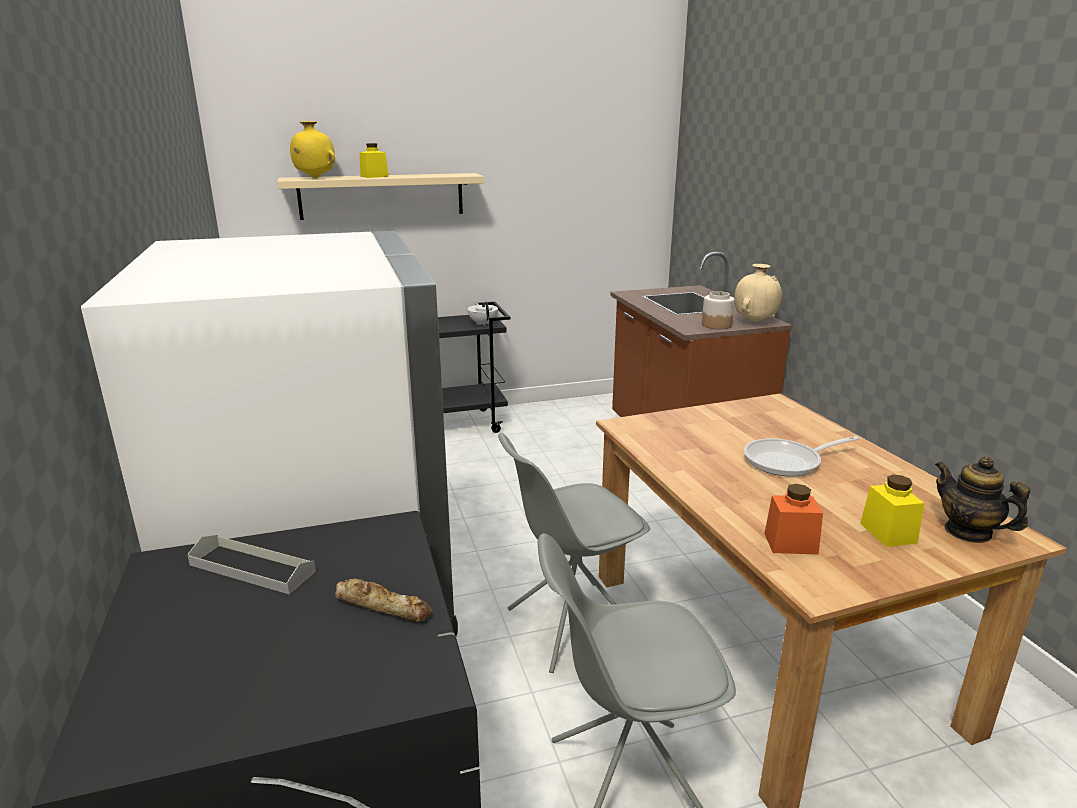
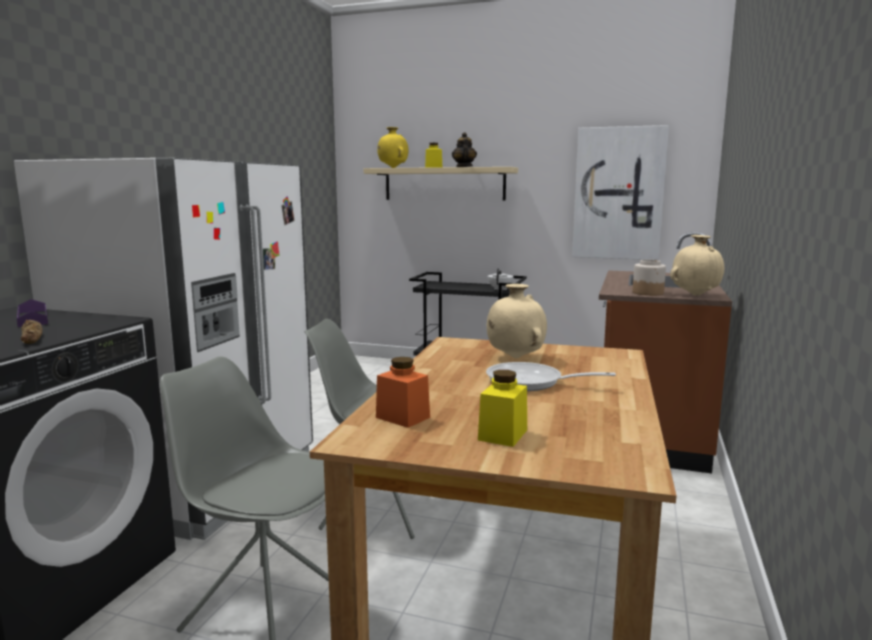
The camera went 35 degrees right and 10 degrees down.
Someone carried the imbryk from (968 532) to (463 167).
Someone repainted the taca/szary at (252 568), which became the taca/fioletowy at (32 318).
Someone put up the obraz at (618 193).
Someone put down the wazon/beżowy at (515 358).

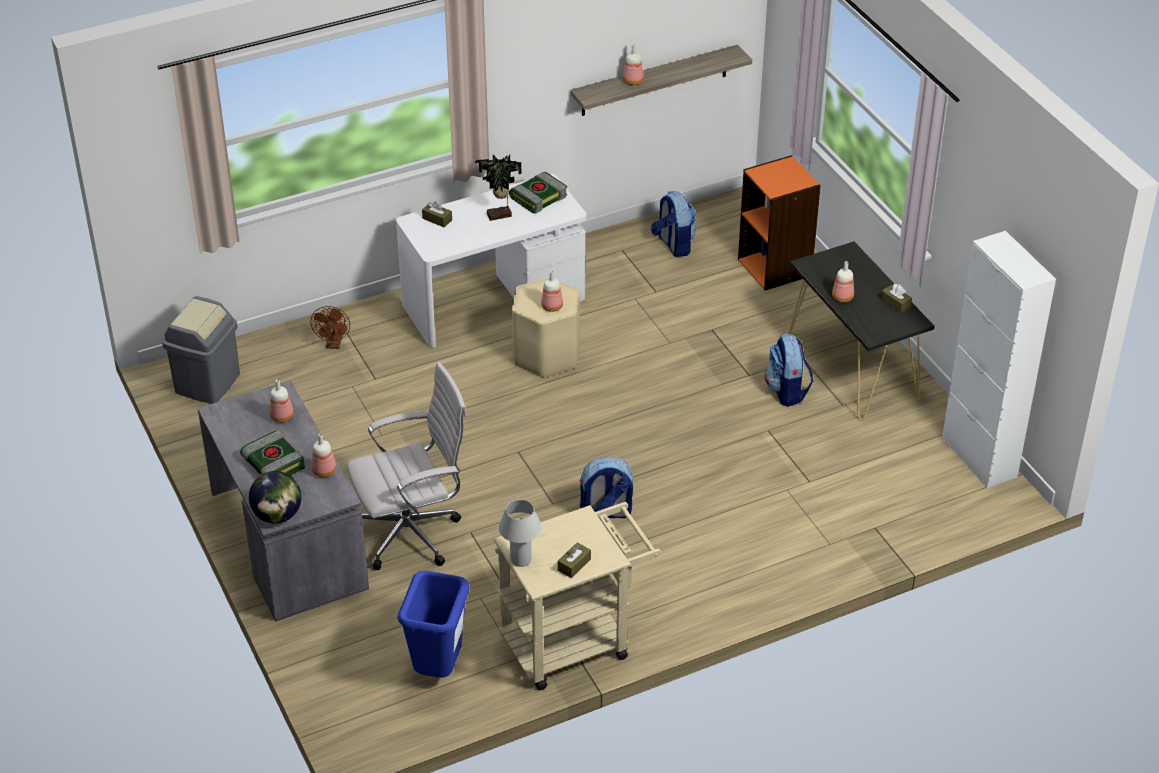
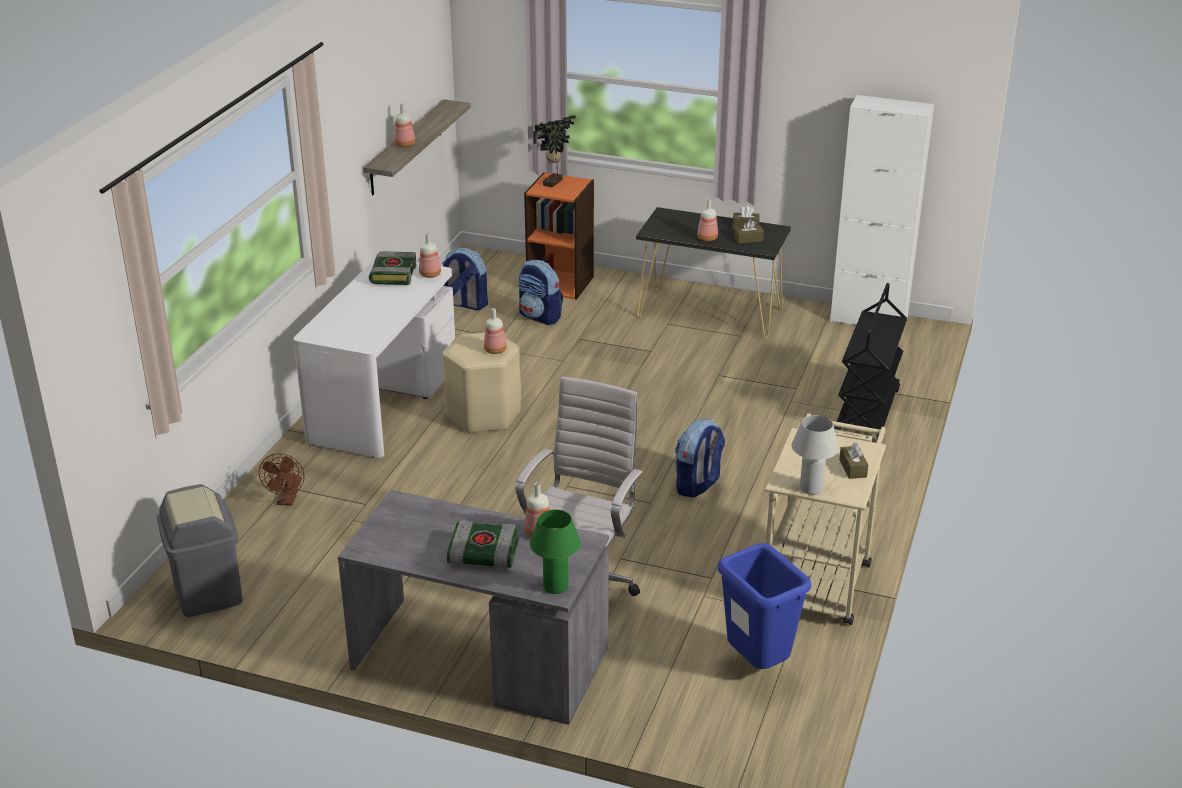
The camera went 45 degrees left and 10 degrees down.
Someone carried the roślina doniczkowa from (500 216) to (554 182).
Someone carried the pudełko chusteczek/brązowy from (437 219) to (748 239).
Someone rotated the wentylator/brązowy at (334 344) by 45 degrees clockwise.
Someone carried the plecak from (787 391) to (540 316).
Someone carried the butelka from (283 417) to (430 274).
Someone swapped the globus at (277 515) for the lampa stołowa/zielony at (555 587).
Someone put down the wózek/czarny at (867 414).

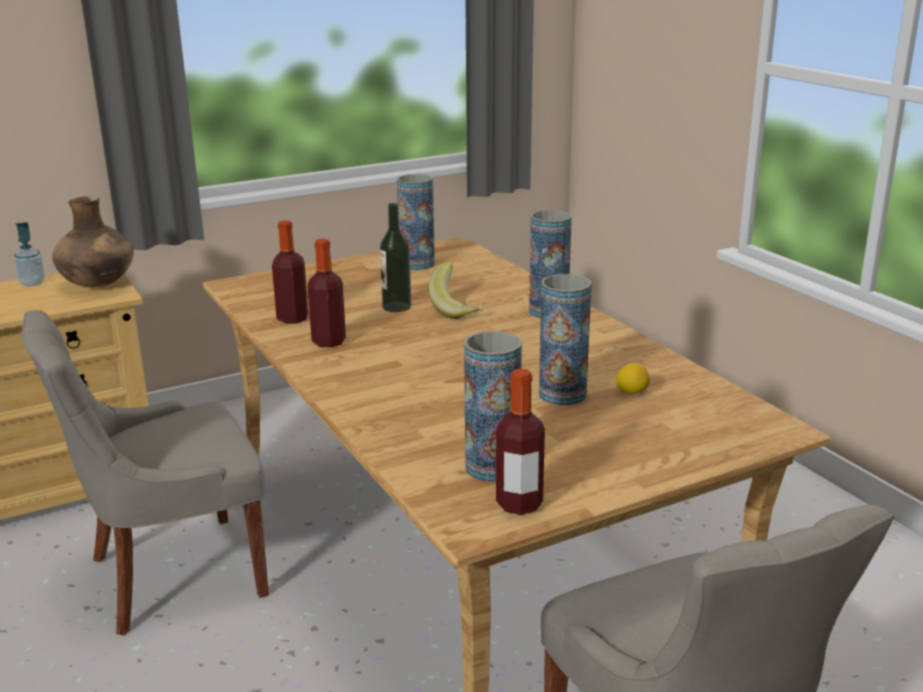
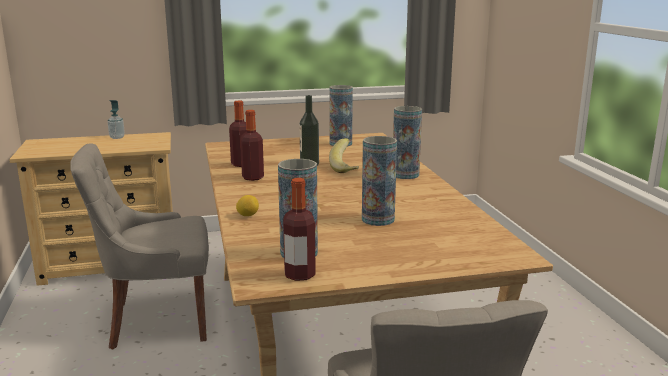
The camera went 15 degrees right and 5 degrees down.
Someone took away the wazon/brązowy at (98 285).
Someone carried the cytryna from (632 392) to (248 215).

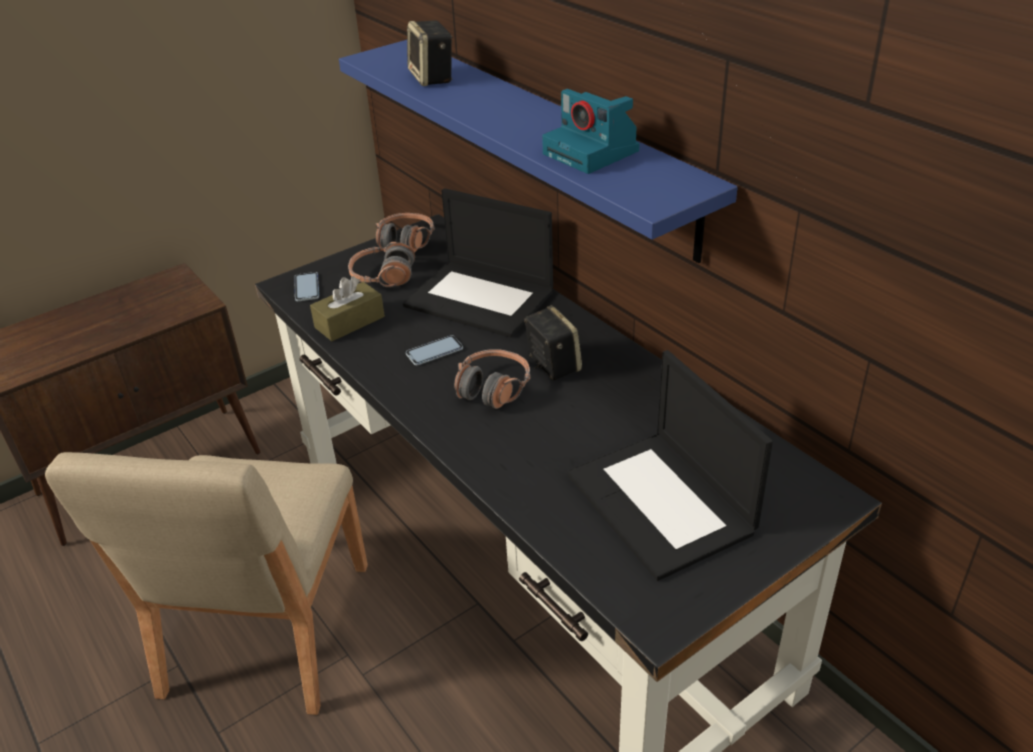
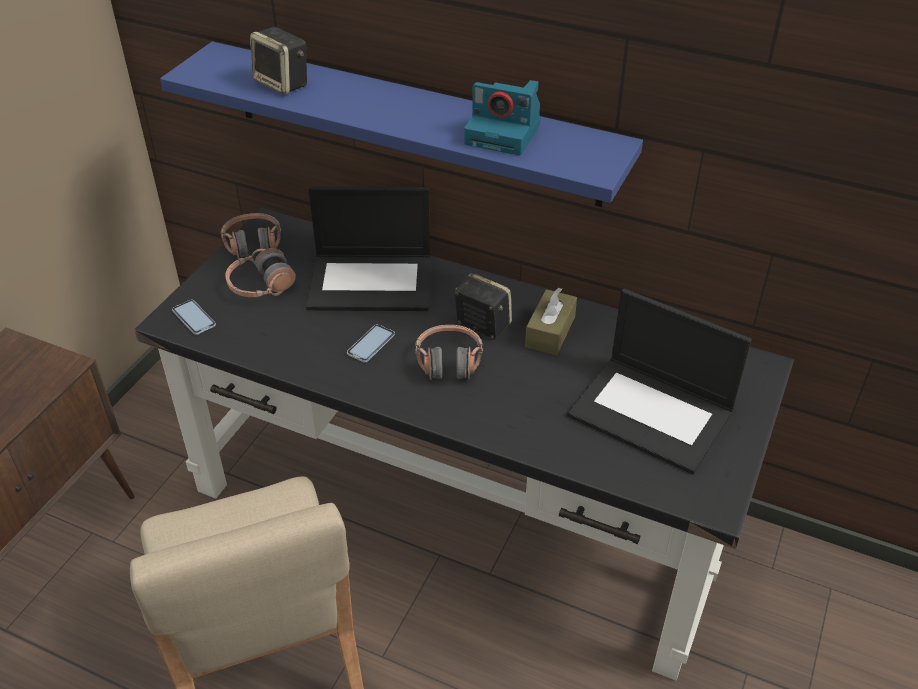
The camera went 30 degrees left and 5 degrees up.
Someone carried the pudełko chusteczek/brązowy from (349 322) to (550 332).

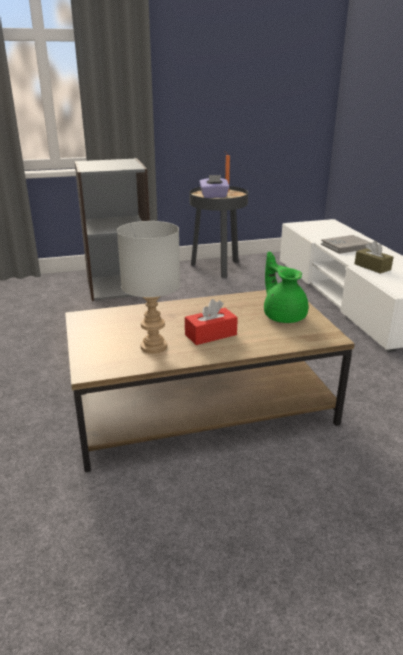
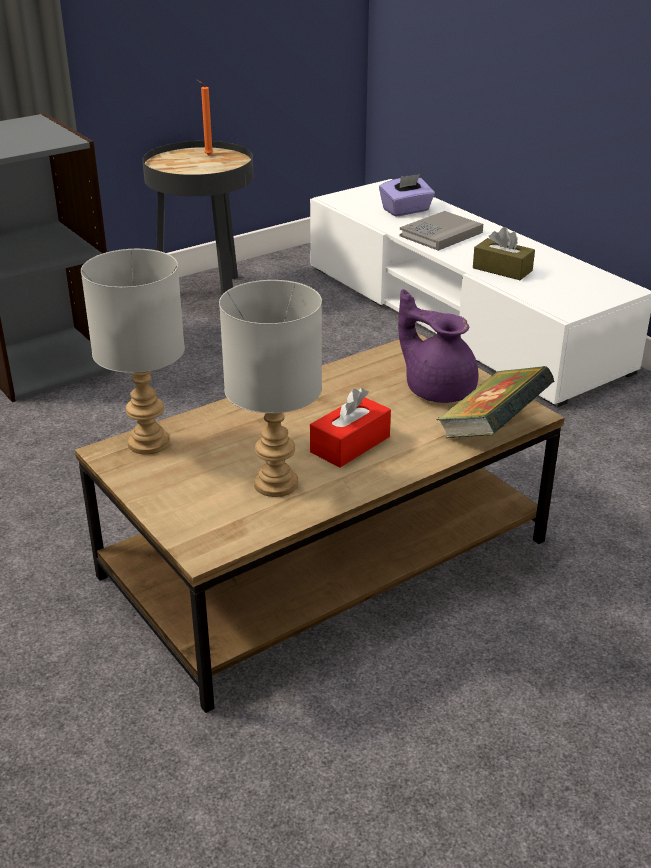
The camera went 20 degrees left and 5 degrees up.
Someone carried the pudełko chusteczek/fioletowy from (214 196) to (406 210).
Someone repainted the imbryk/zielony at (283 316), which became the imbryk/fioletowy at (438 389).
Someone put down the lampa stołowa/szary at (148 444).
Someone put down the książka at (492 430).

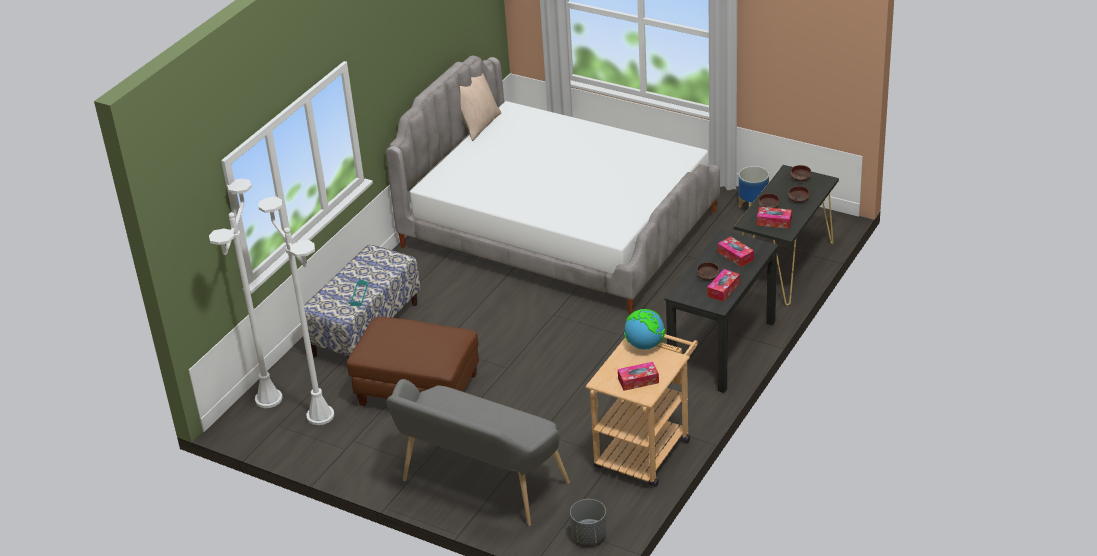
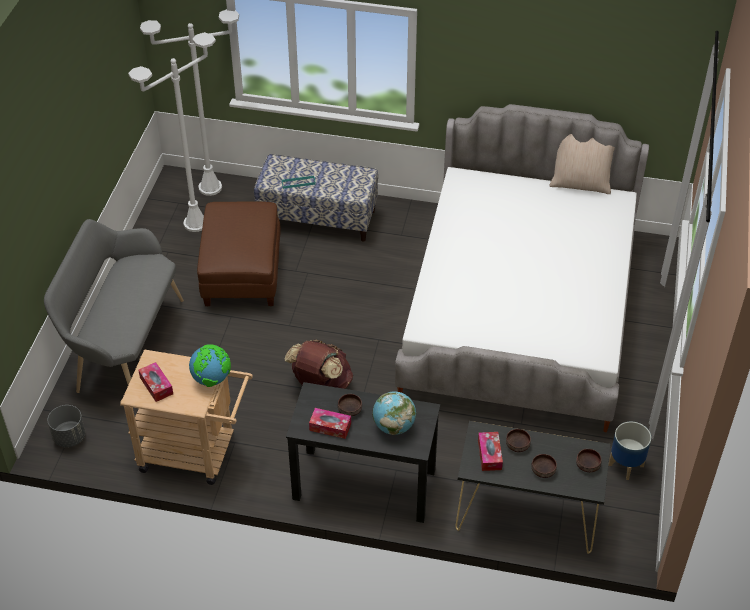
The camera went 70 degrees right and 10 degrees up.
Someone swapped the pudełko chusteczek at (735 256) for the globus at (394 426).
Someone put down the plecak/brązowy at (321 384).

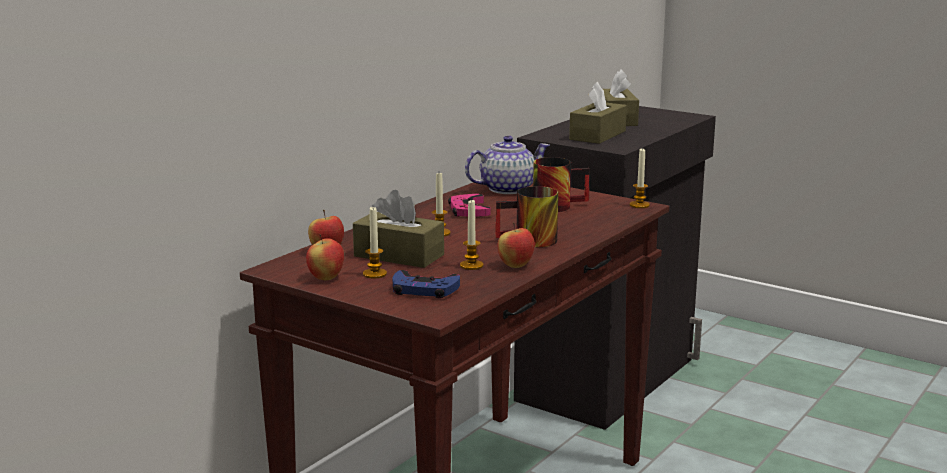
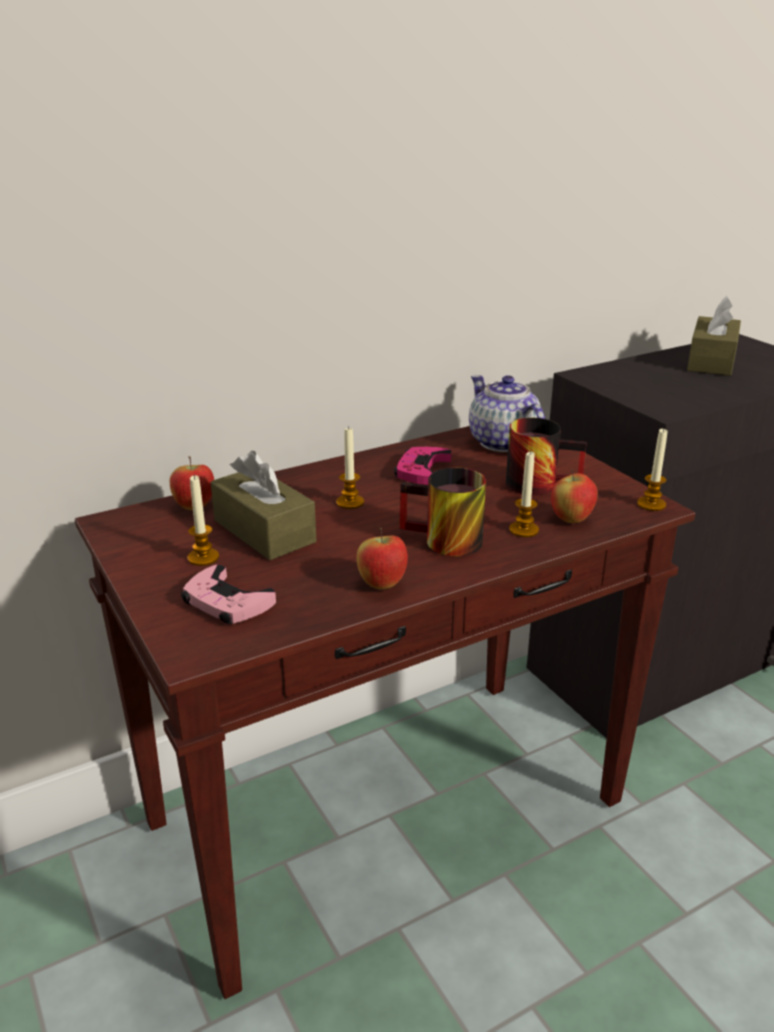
The camera went 25 degrees right and 10 degrees up.
Someone took away the pudełko chusteczek/brązowy at (597 135).
Someone rotated the imbryk at (506 189) by 120 degrees counterclockwise.
Someone carried the świeca from (471 265) to (524 530).
Someone carried the jabłko from (326 278) to (571 519).
Someone repainted the pad do gier/niebieski at (424 290), which became the pad do gier/różowy at (226 602).

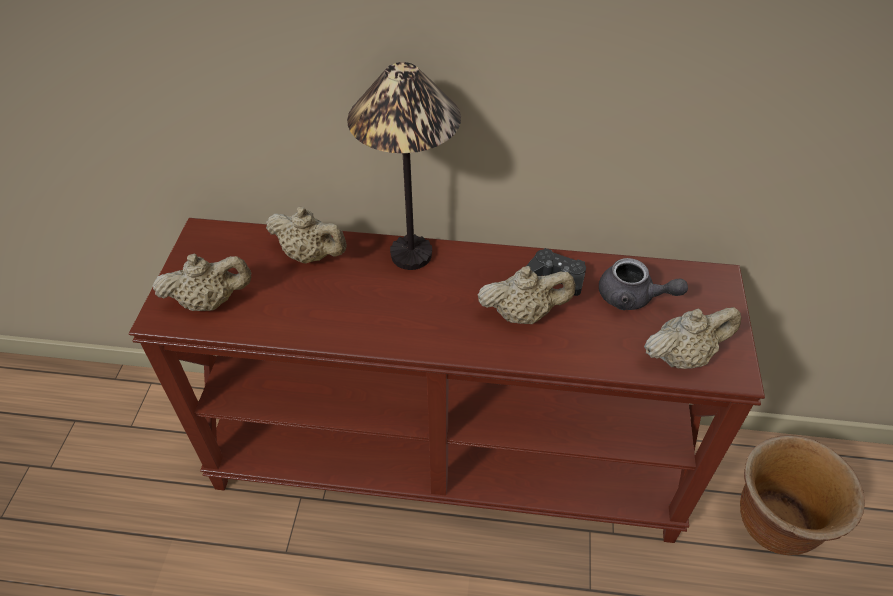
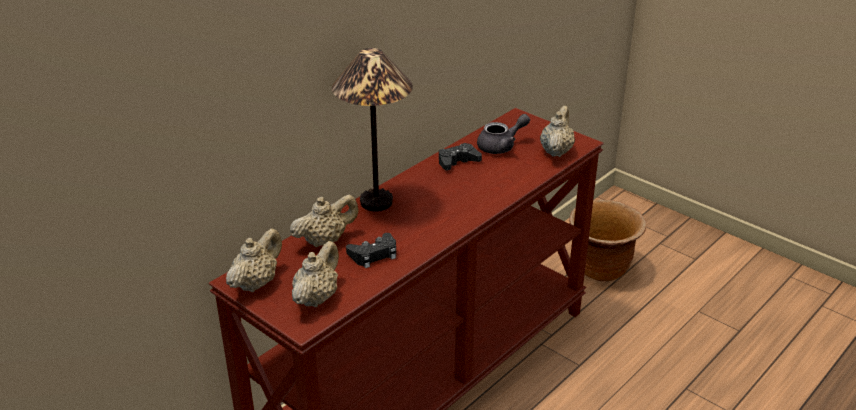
The camera went 55 degrees left and 15 degrees down.
Someone carried the imbryk/beżowy from (523 314) to (256 283).
Someone put down the pad do gier/czarny at (374 255).

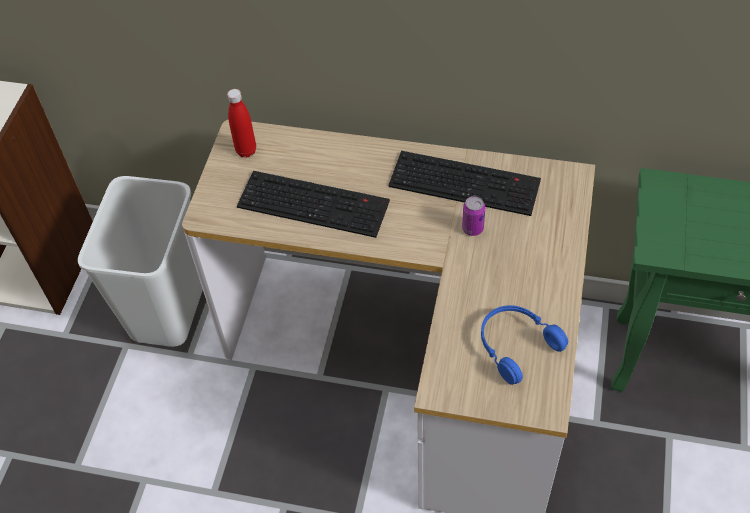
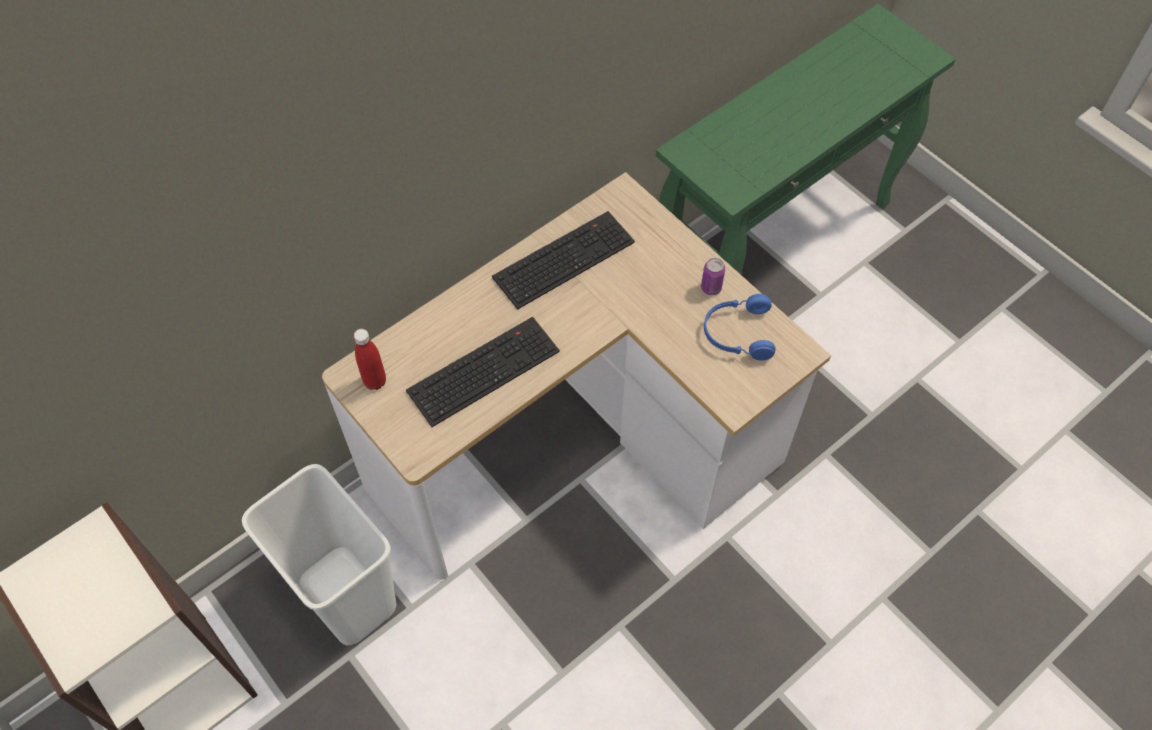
The camera went 55 degrees left and 5 degrees up.
Someone carried the puszka from (472 228) to (711 288).

